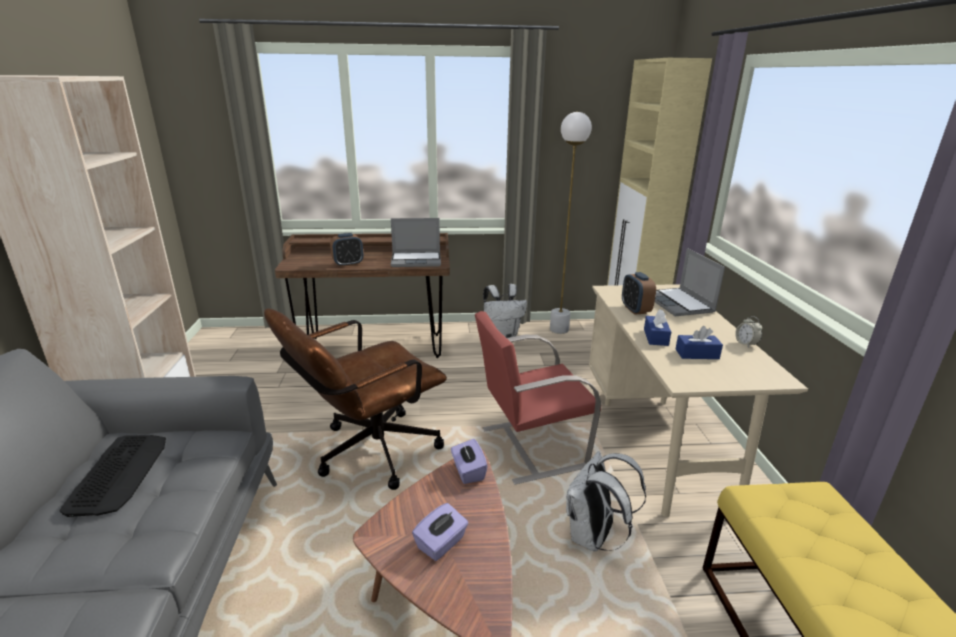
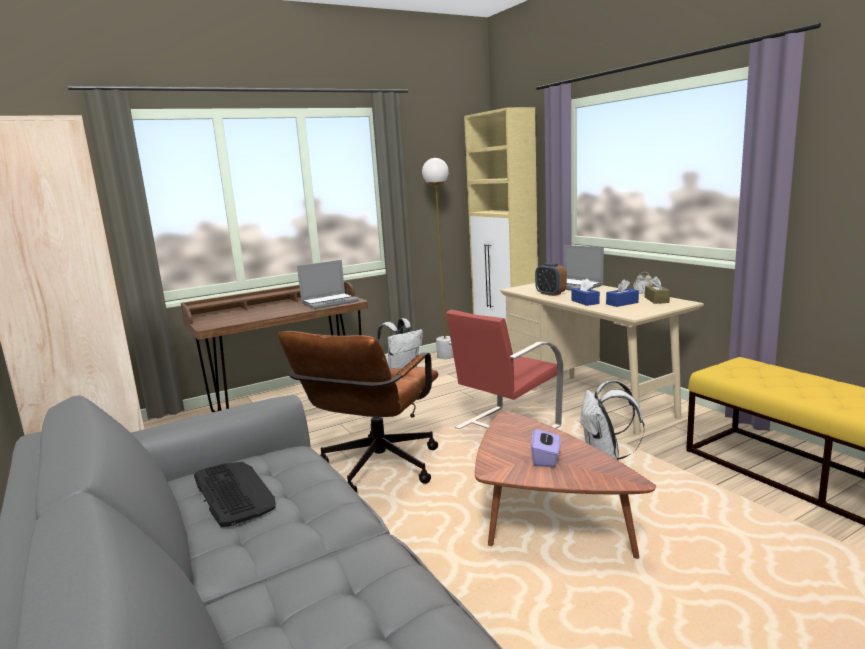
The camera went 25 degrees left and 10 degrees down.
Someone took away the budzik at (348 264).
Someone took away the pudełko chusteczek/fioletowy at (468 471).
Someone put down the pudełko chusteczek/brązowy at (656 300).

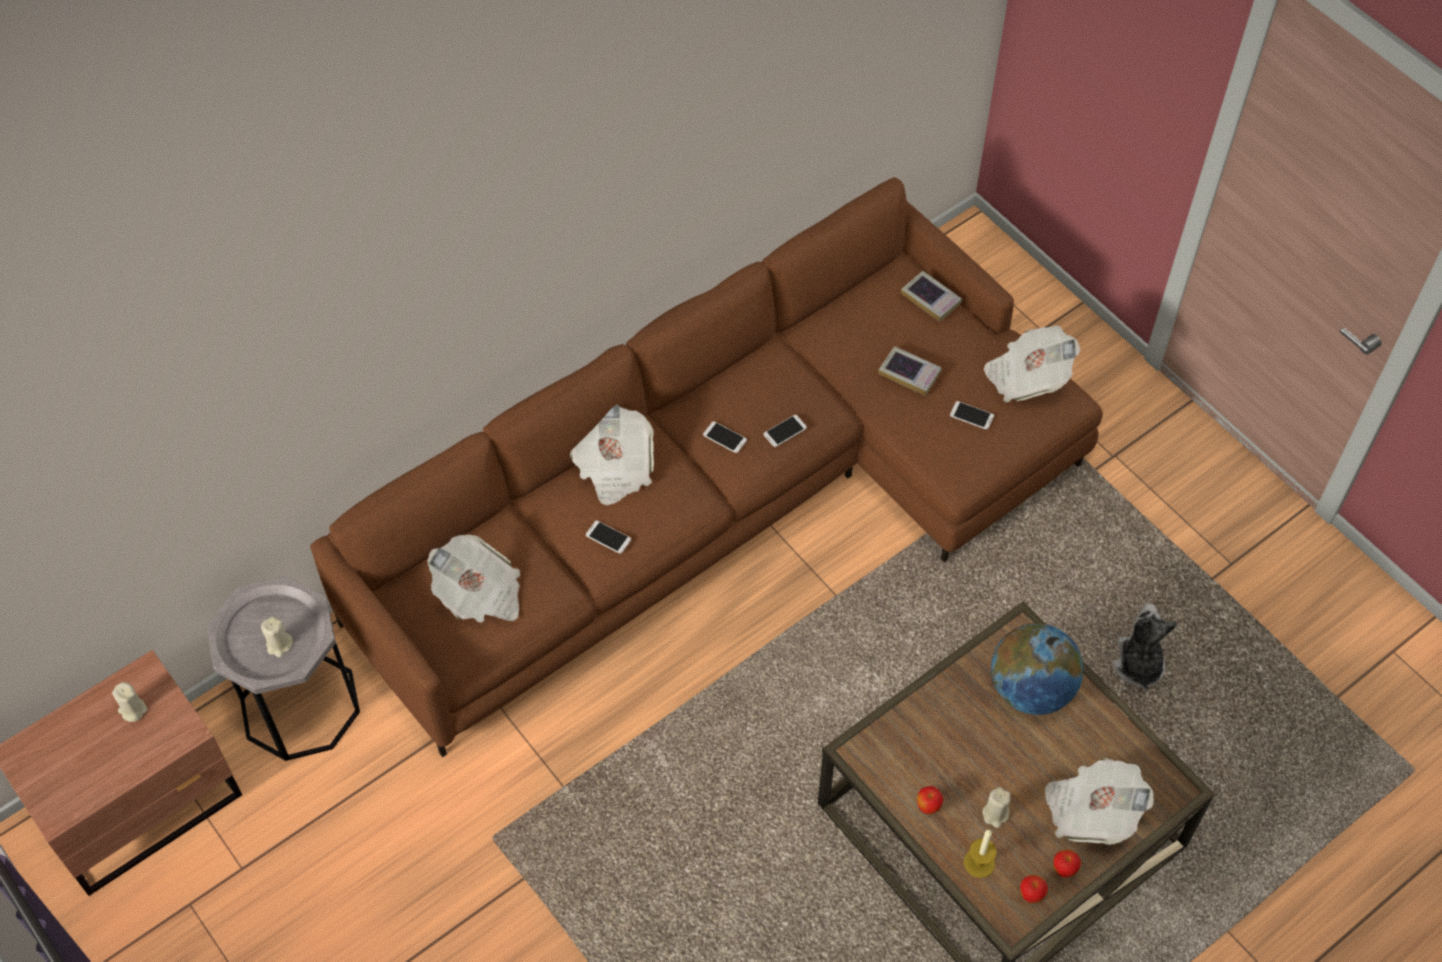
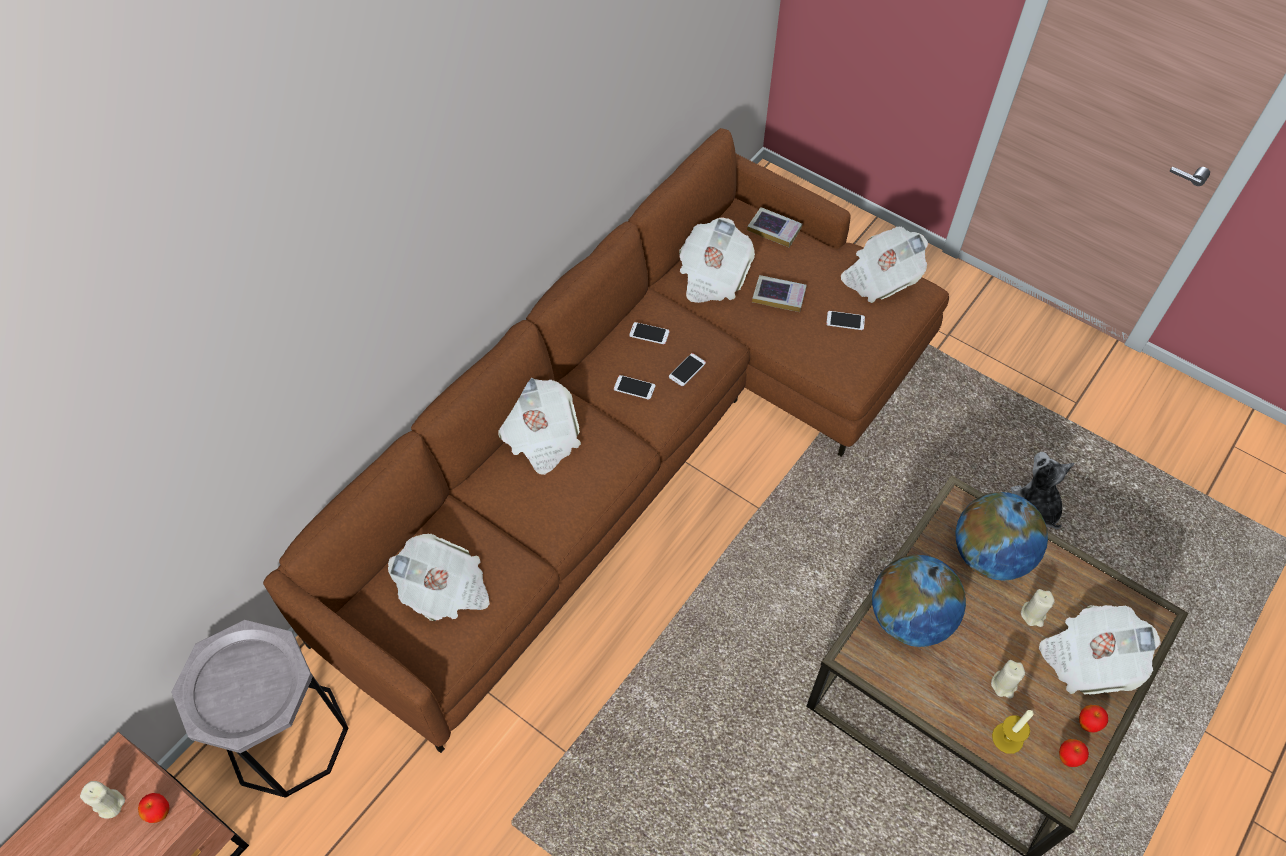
The camera went 15 degrees left and 0 degrees up.
Someone carried the telefon from (608 537) to (649 333).
Someone carried the świeca/beżowy from (279 645) to (1033 614).
Someone carried the jabłko from (928 807) to (160 813).
Someone put down the gazeta at (712 276).
Someone put down the globus at (909 618).

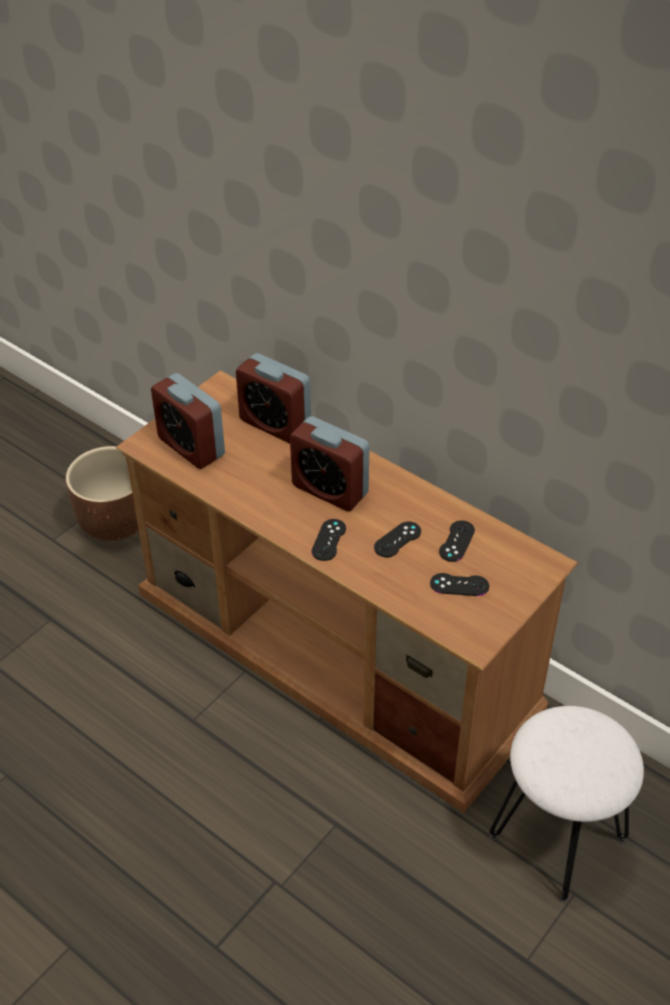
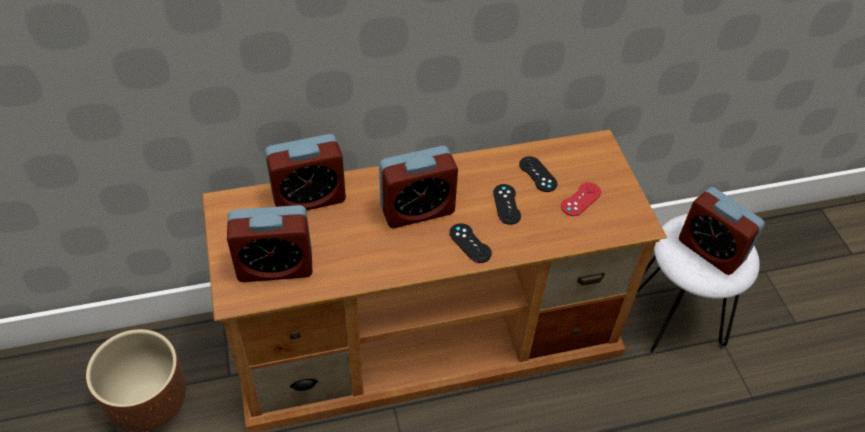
The camera went 55 degrees left and 5 degrees up.
Someone repainted the pad do gier/czarny at (459 585), which became the pad do gier/czerwony at (581 199).
Someone put down the budzik at (710 250).

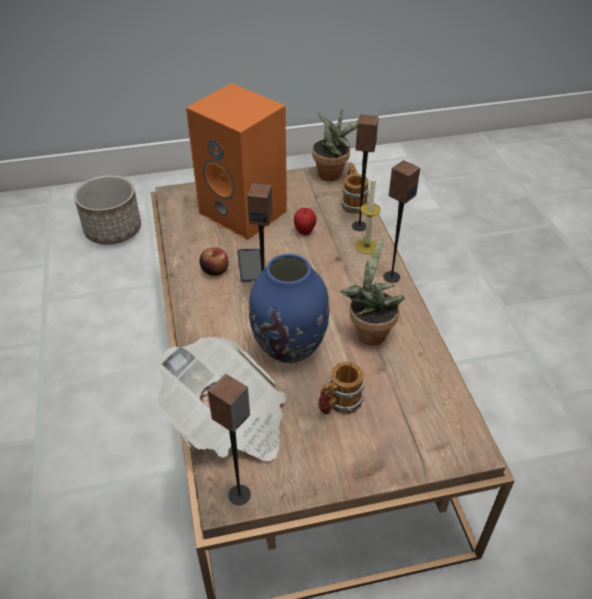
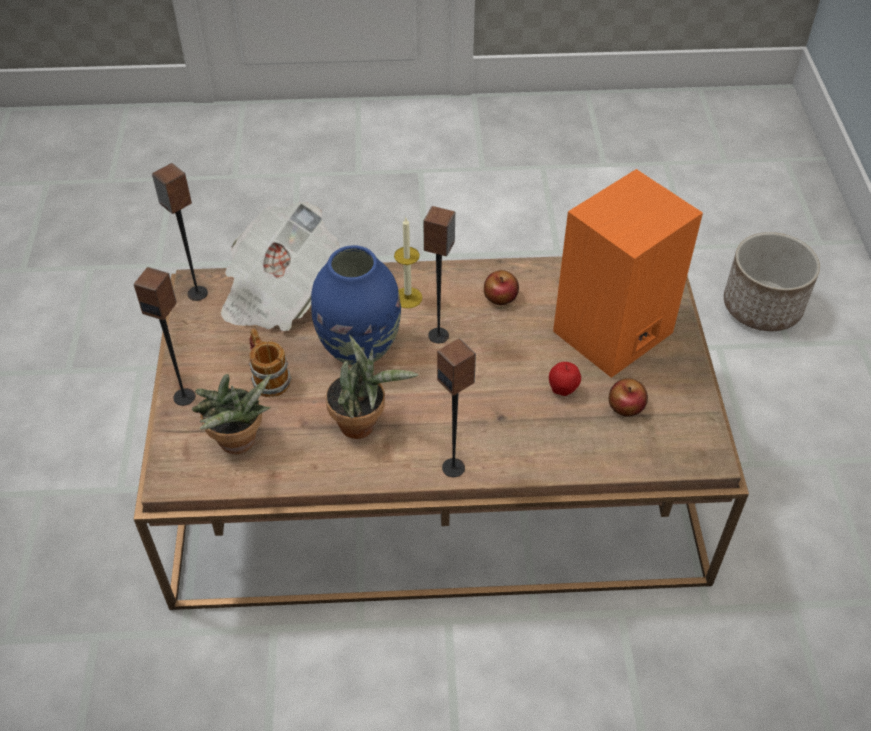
The camera went 100 degrees right and 5 degrees up.
Someone carried the roślina doniczkowa from (333 173) to (239 445).
Someone carried the głośnik from (359 226) to (184 396).
Someone took away the kubek at (353 202).
Someone carried the świeca from (366 246) to (408 298).
Someone took away the telefon at (250 266).
Someone put down the jabłko at (626 406).

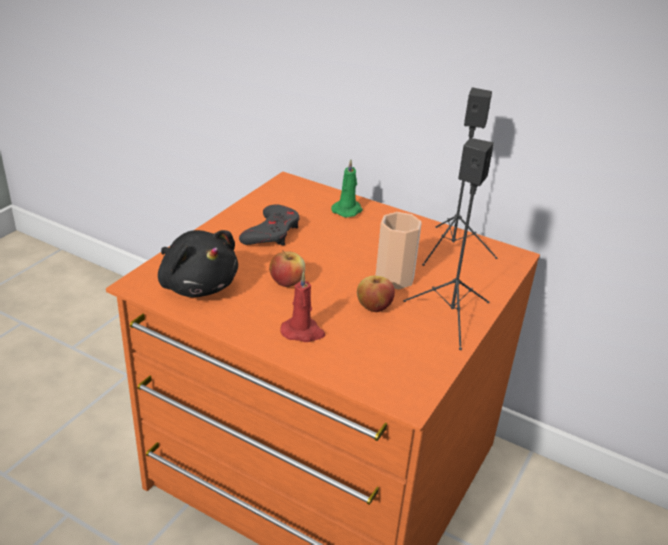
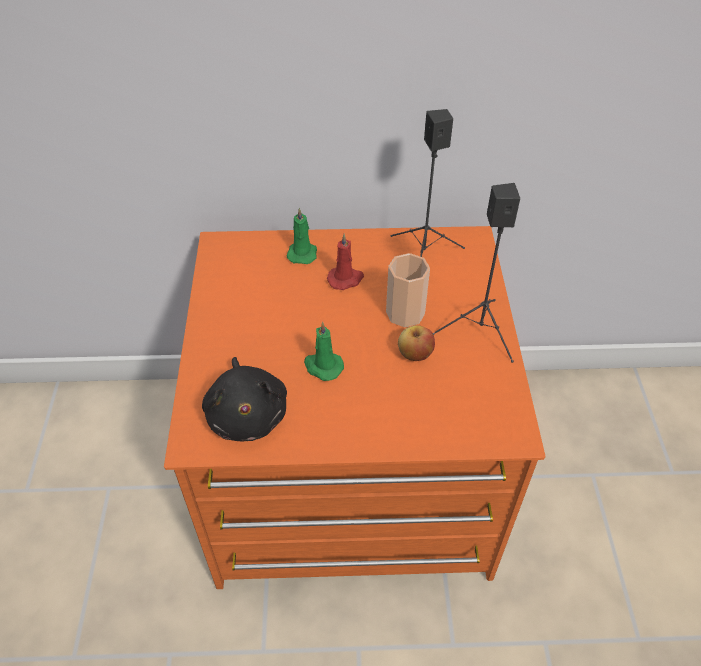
The camera went 30 degrees left and 15 degrees up.
Someone took away the pad do gier/szary at (272 232).
Someone rotated the pluszak/czarny at (197 285) by 60 degrees clockwise.
Someone swapped the jabłko at (287 282) for the świeca/zielony at (322 366).
Someone carried the świeca/czerwony from (303 332) to (346 279).

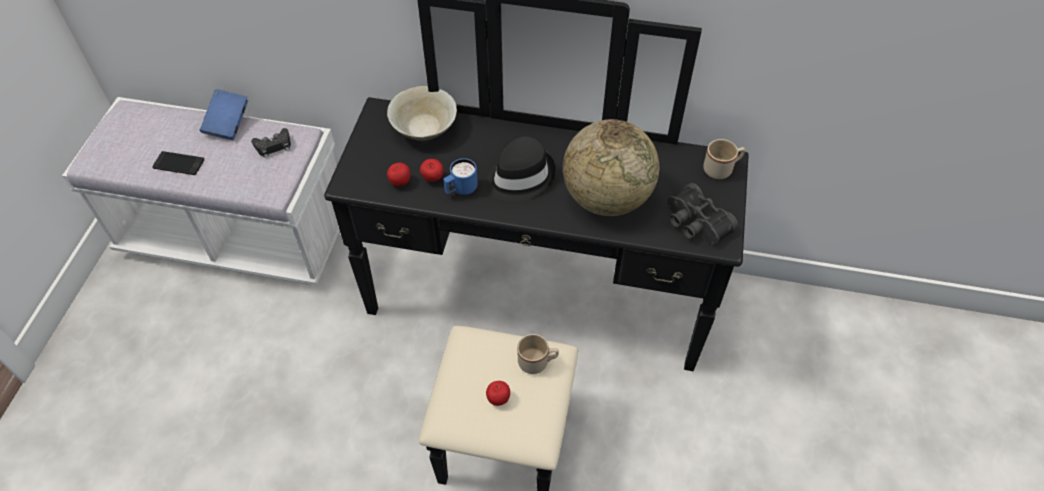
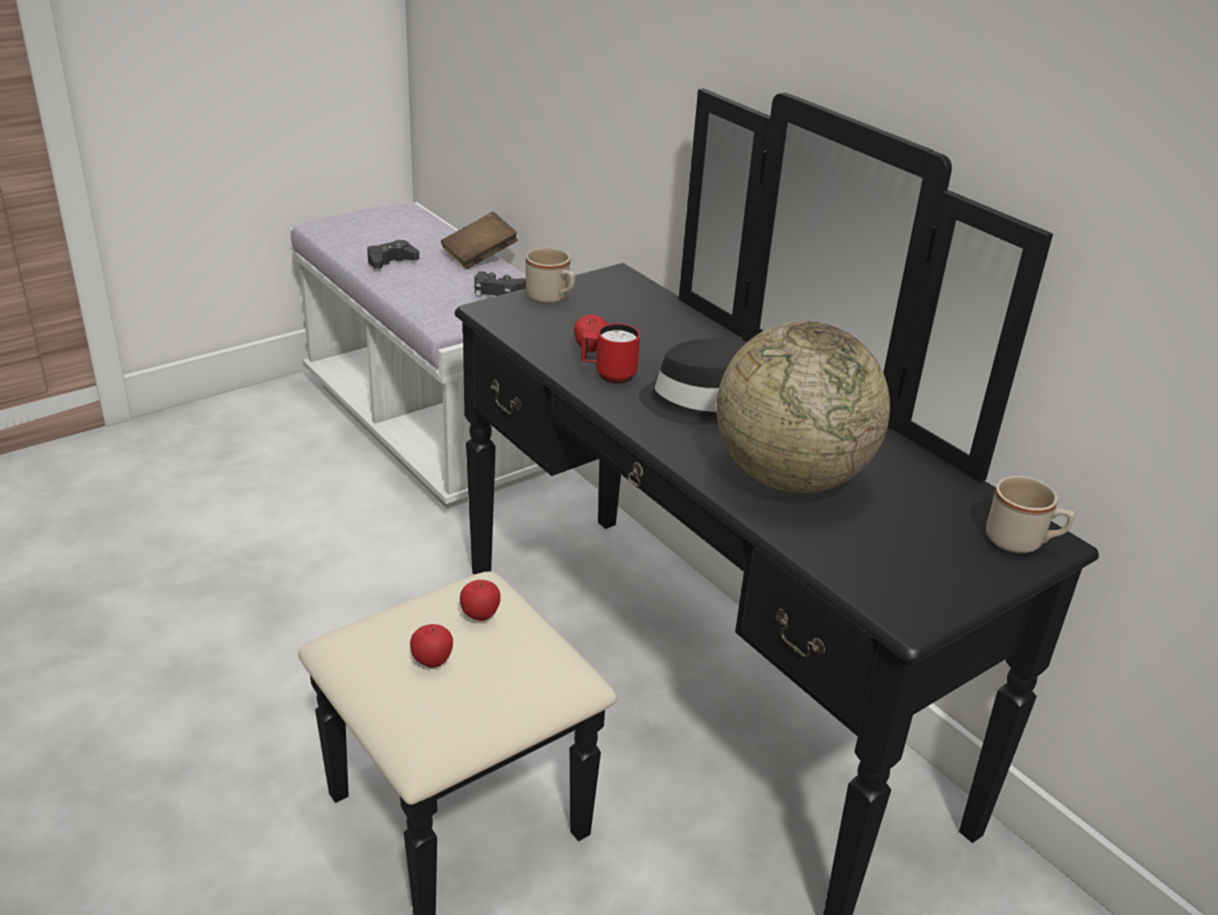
The camera went 40 degrees right and 20 degrees down.
Someone took away the miska/beżowy at (424 129).
Someone repainted the książka/niebieski at (228 124), which became the książka/brązowy at (479 256).
Someone swapped the telefon at (178 164) for the pad do gier/czarny at (391 261).
Someone repainted the kubek/niebieski at (461 190), which became the kubek/czerwony at (608 375).
Someone carried the jabłko from (400 183) to (480 616).
Someone took away the lornetka/czarny at (695 223).
Someone carried the kubek/beżowy from (537 362) to (551 298).

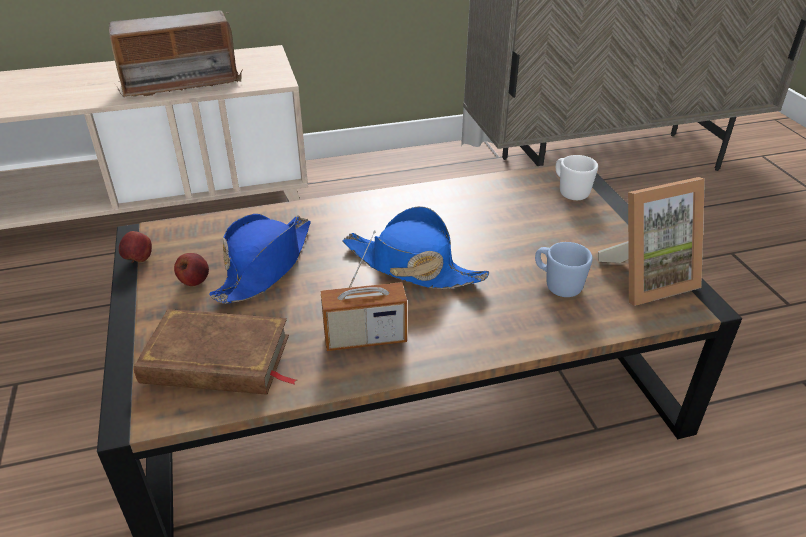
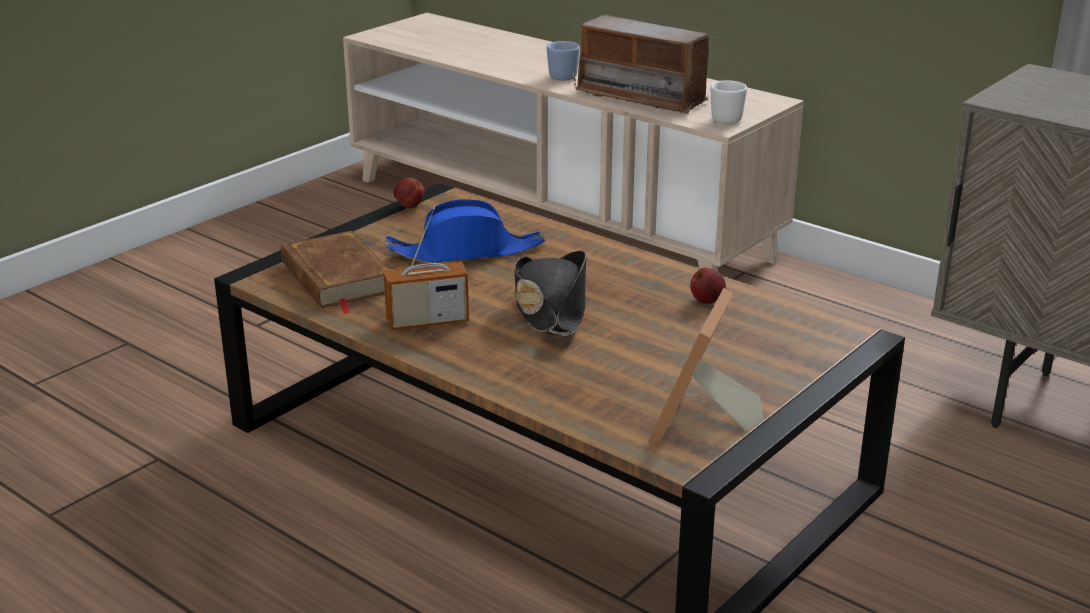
The camera went 55 degrees right and 10 degrees down.
Someone carried the kubek/biały from (570 192) to (728 118).
Someone rotated the ramka na zdjęcie at (646 279) by 75 degrees clockwise.
Someone repainted the kapelusz/niebieski at (411 267), which became the kapelusz/czarny at (550 308).
Someone rotated the radio at (365 338) by 60 degrees counterclockwise.
Someone carried the kubek/niebieski from (557 285) to (563 76).
Someone carried the jabłko from (194 282) to (707 301).

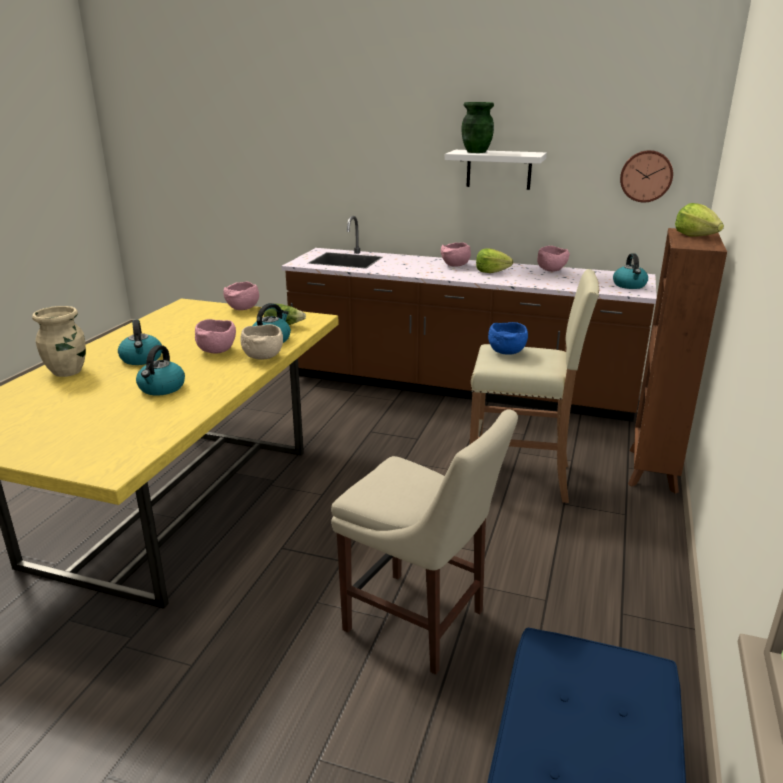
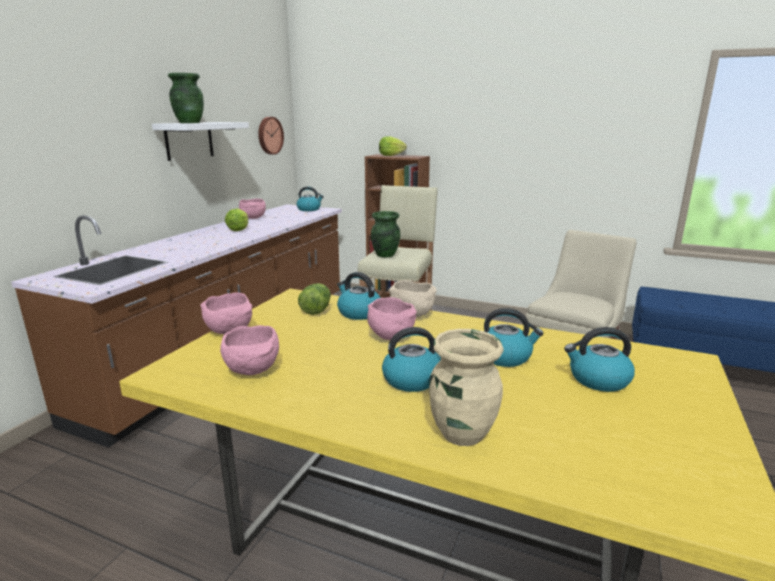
The camera went 85 degrees left and 5 degrees down.
Someone carried the miska/różowy from (455 266) to (254 370).
Someone swapped the miska/niebieski at (506 352) for the wazon/zielony at (385 255).
Someone put down the czajnik at (598 380).

